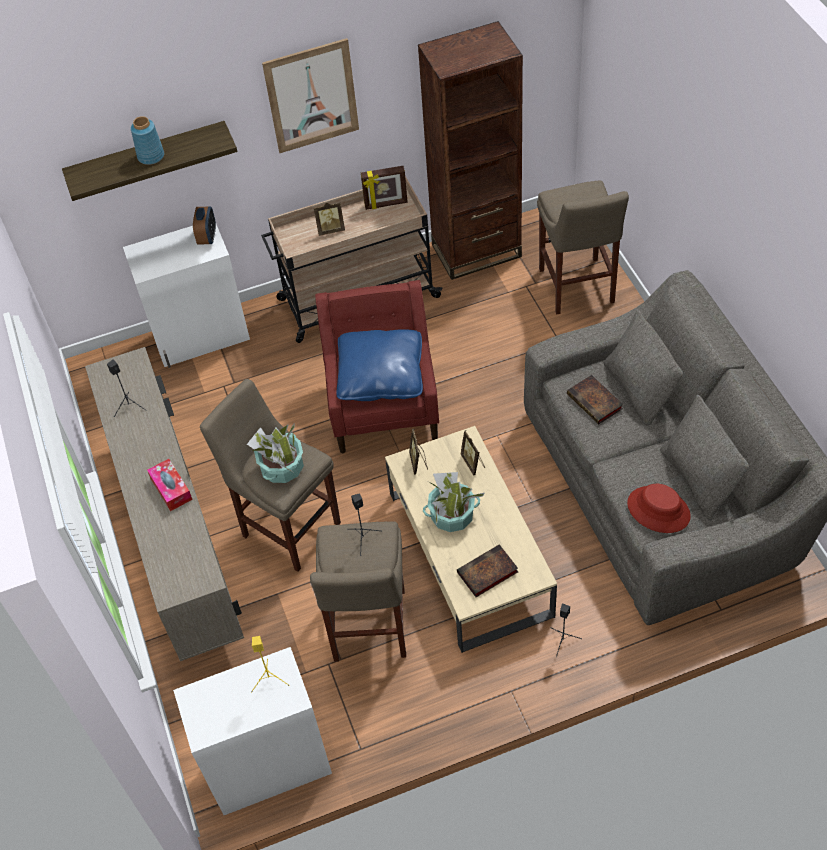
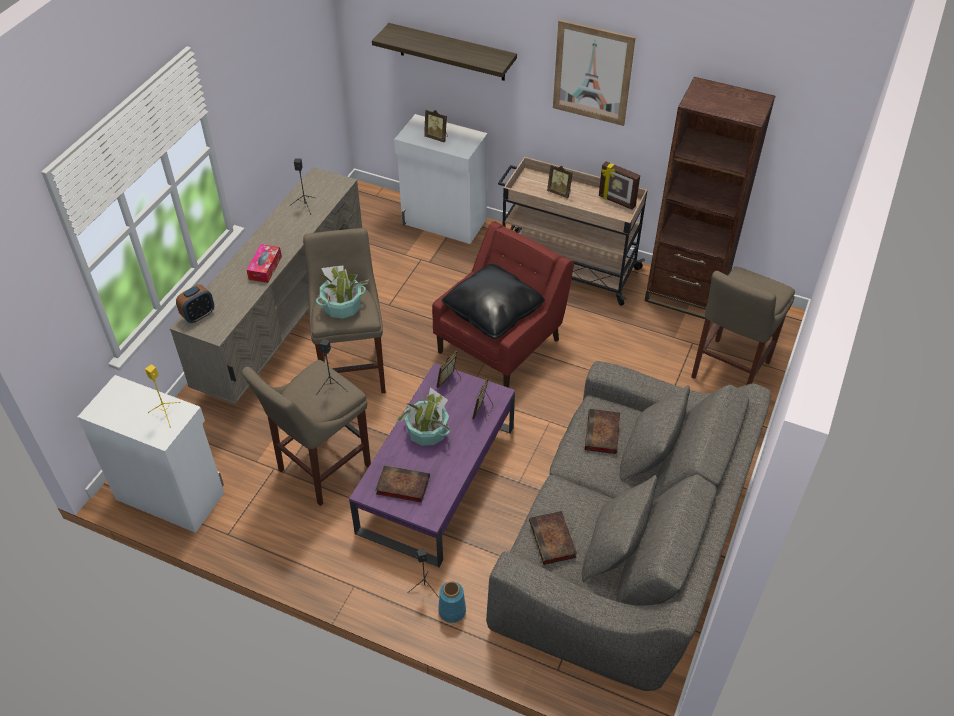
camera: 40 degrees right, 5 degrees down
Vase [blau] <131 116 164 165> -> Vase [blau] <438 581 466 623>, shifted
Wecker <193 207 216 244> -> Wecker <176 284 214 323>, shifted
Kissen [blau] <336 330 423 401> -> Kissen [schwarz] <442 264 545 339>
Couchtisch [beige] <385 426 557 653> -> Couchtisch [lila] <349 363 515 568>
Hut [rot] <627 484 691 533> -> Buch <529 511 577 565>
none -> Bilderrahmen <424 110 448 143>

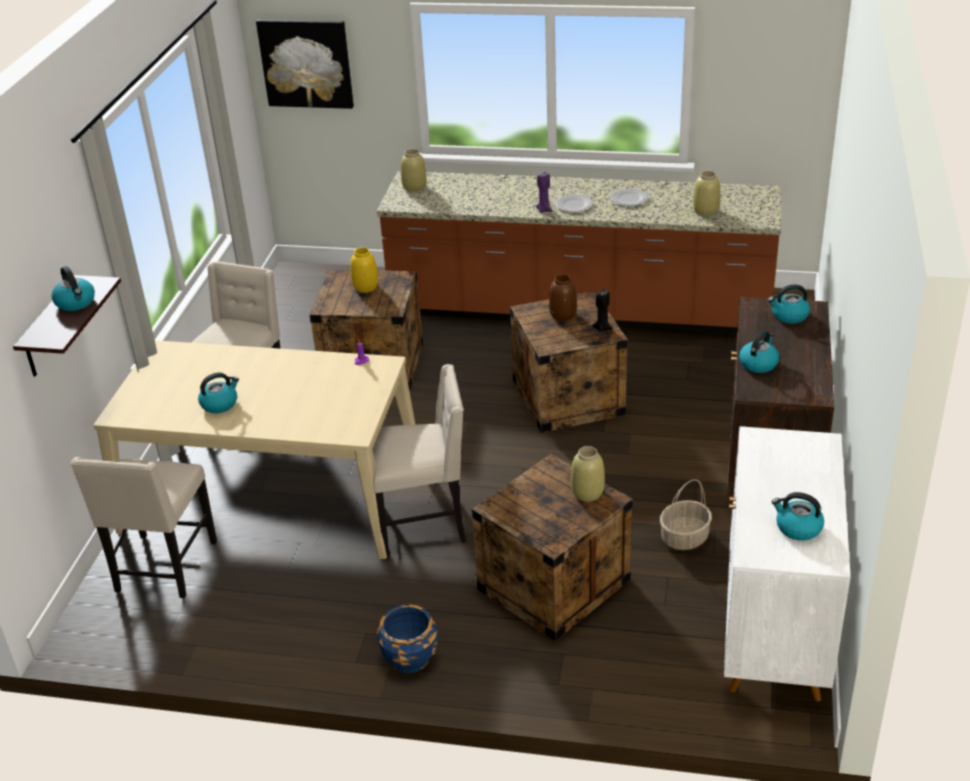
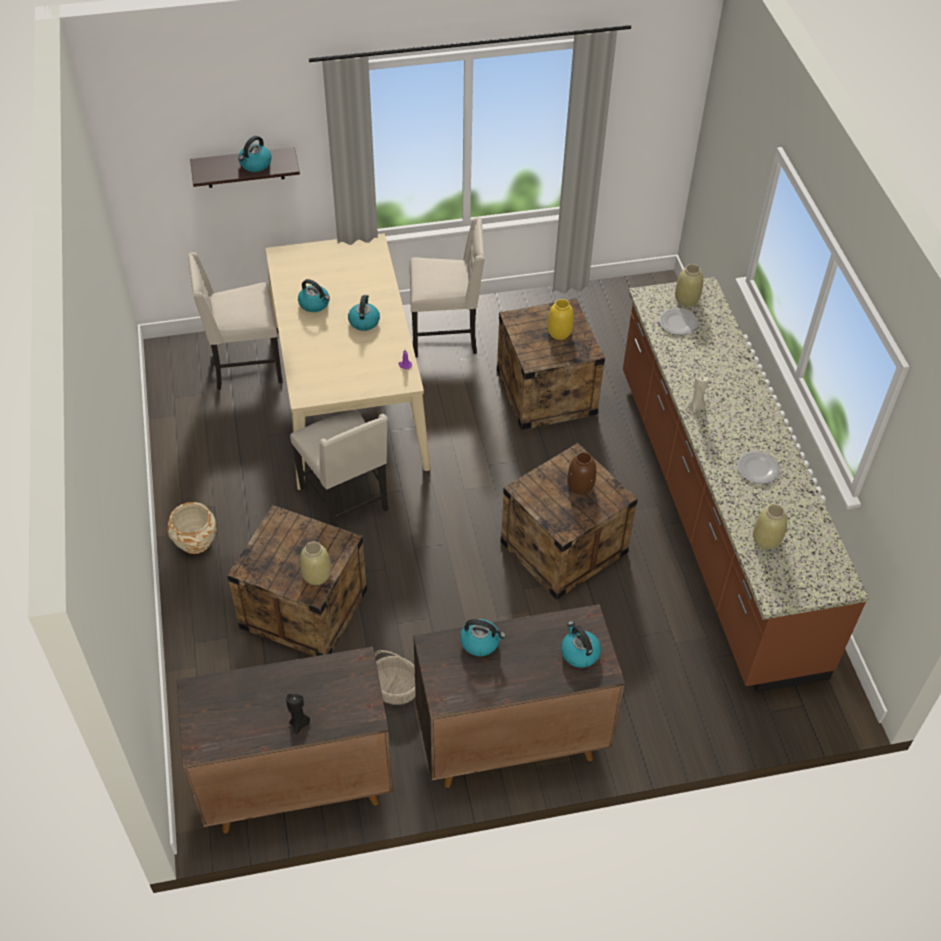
camera: 65 degrees right, 15 degrees up
Bild <256 19 354 109> -> none
Kerze [lila] <535 172 552 213> -> Kerze [beige] <688 374 709 413>
Teller <555 194 594 213> -> Teller <659 308 698 335>, shifted
Kerze [schwarz] <592 289 613 332> -> Kerze [schwarz] <286 694 310 735>, shifted
Schrank [weiß] <724 426 851 701> -> Schrank [braun] <177 647 393 833>
Wasserkessel <772 492 824 541> -> Wasserkessel <348 295 380 331>, shifted
Pflanzkübel [blau] <377 604 438 673> -> Pflanzkübel [beige] <167 502 217 554>

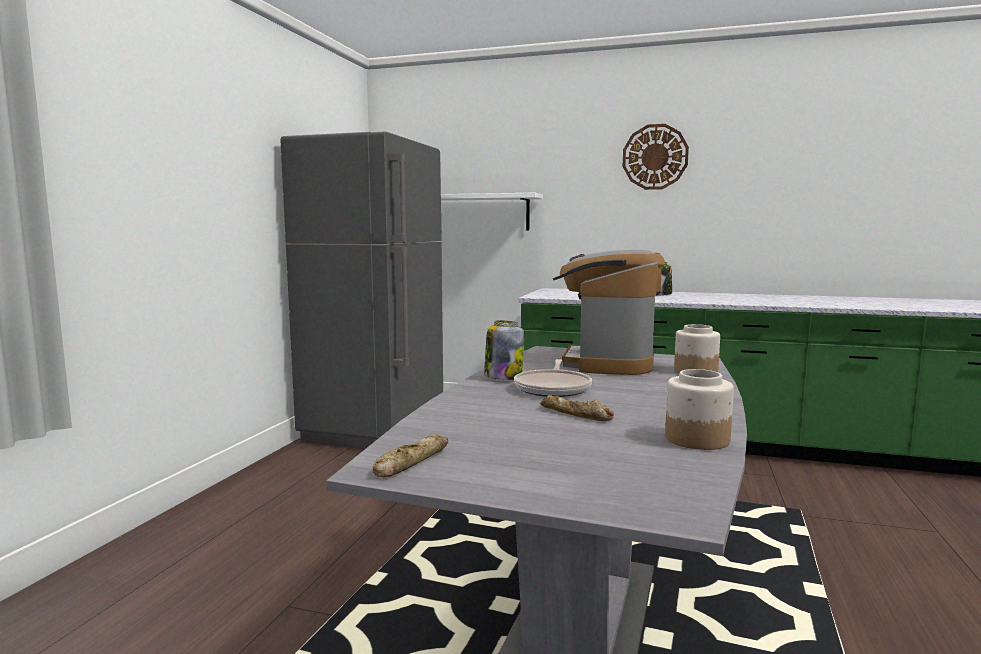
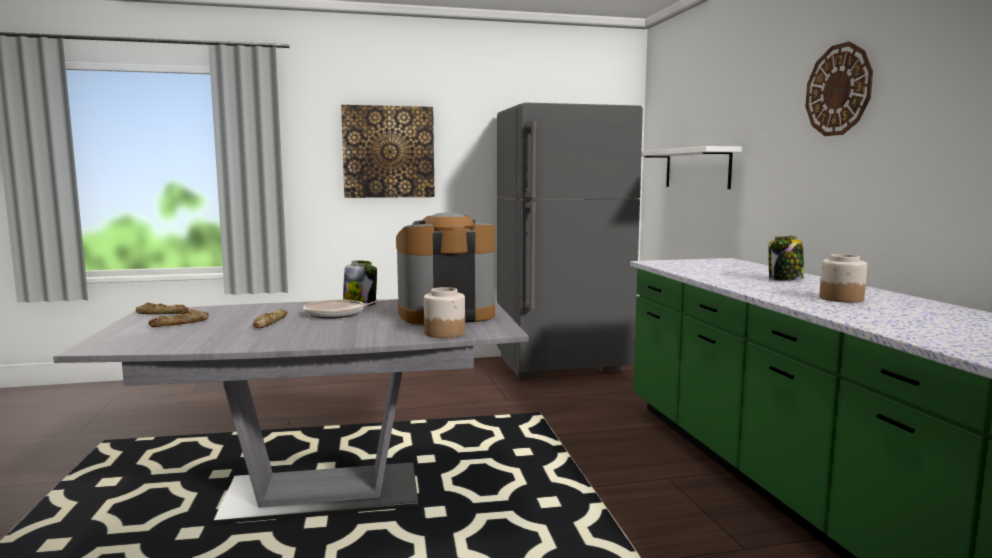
camera: 60 degrees right, 0 degrees up
Vorratsglas <665 369 734 450> -> Vorratsglas <819 254 867 303>, shifted
none -> Bild <341 105 435 198>
none -> Brot <149 309 209 327>

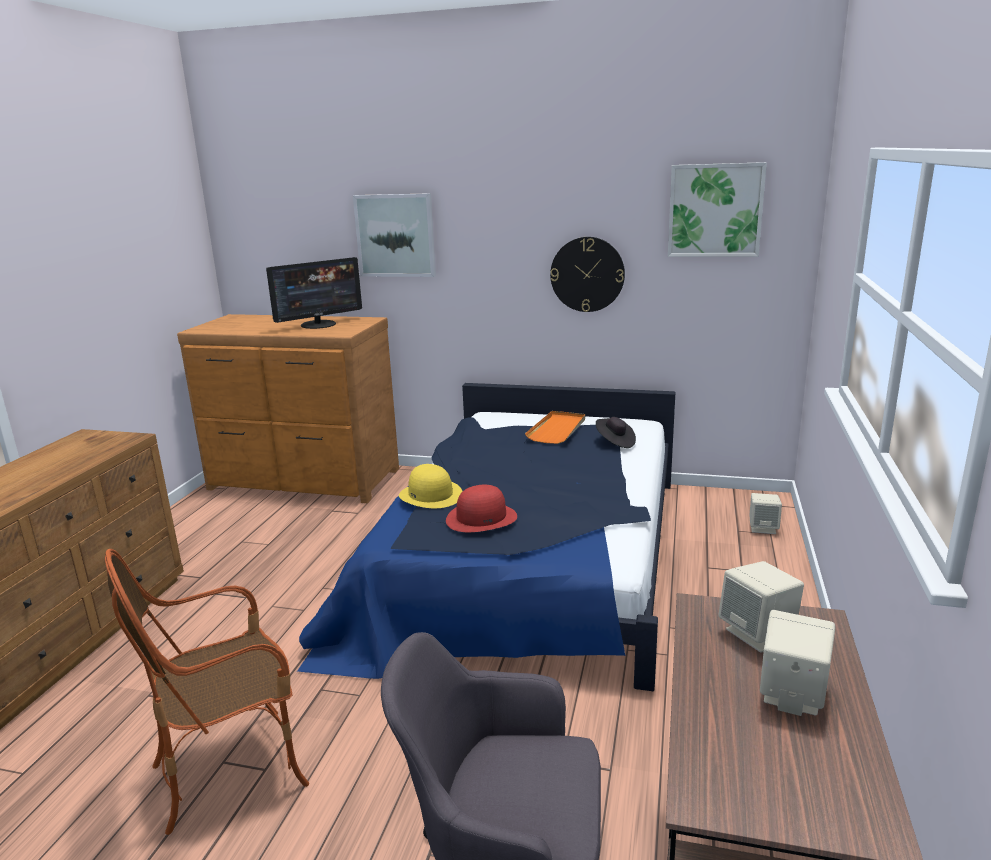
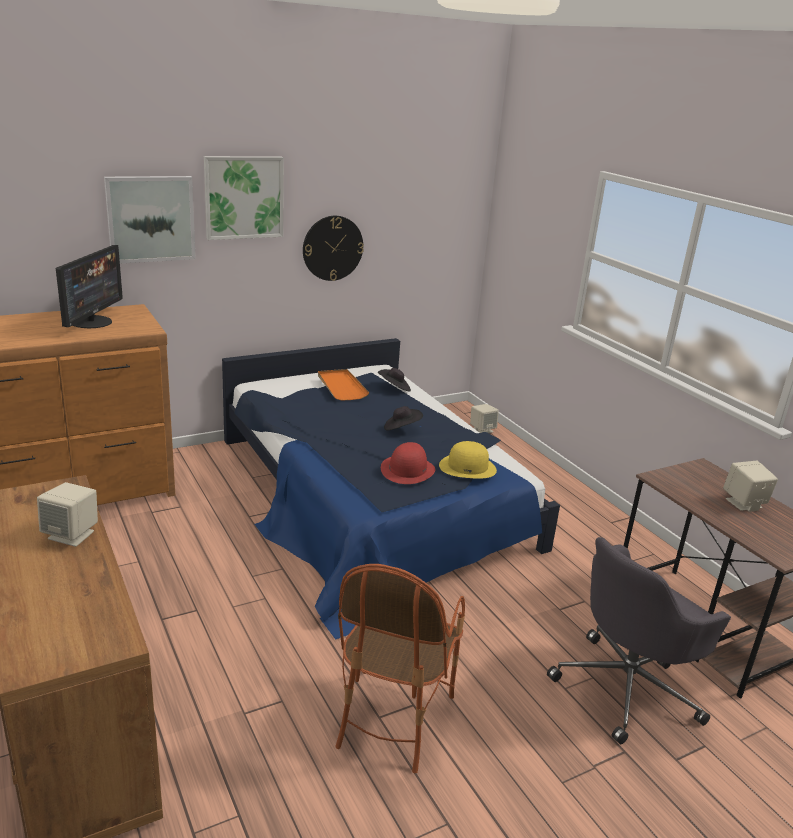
camera: 45 degrees left, 5 degrees up
Bild <668 162 767 257> -> Bild <204 156 284 240>, shifted
Hut [gelb] <399 464 463 508> -> Hut [gelb] <439 441 497 479>, shifted
Lautsprecher [beige] <718 561 804 653> -> Lautsprecher [beige] <37 482 98 547>, shifted
none -> Hut [schwarz] <384 406 423 431>

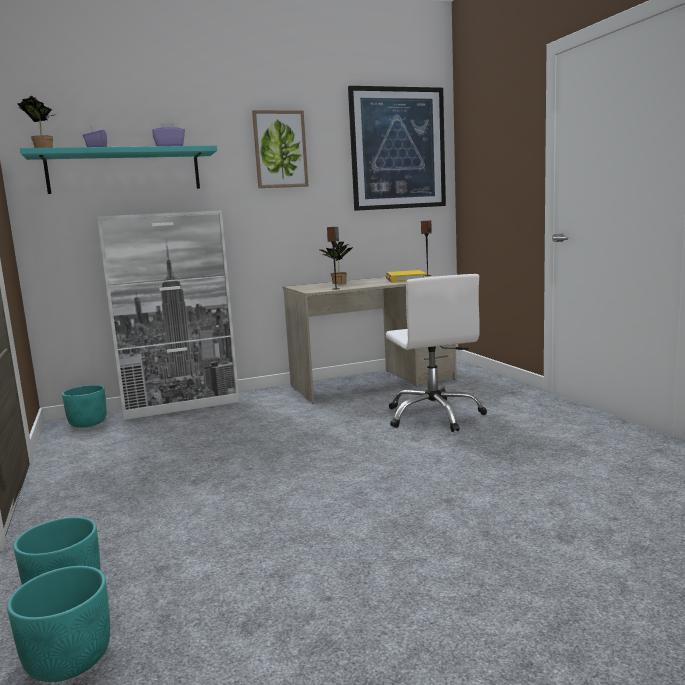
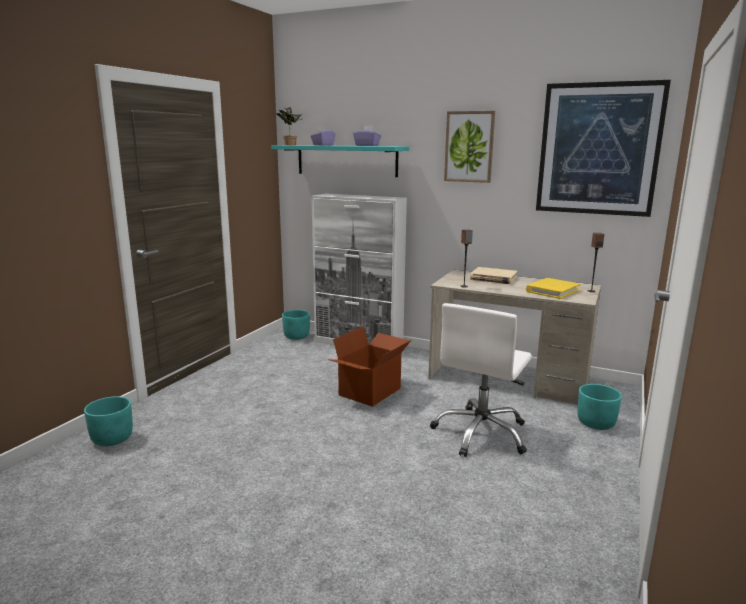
camera: 45 degrees right, 5 degrees up
Topfpflanze <318 242 353 284> -> Buch [beige] <470 267 518 284>
Pflanzkübel [türkis] <7 566 110 682> -> Pflanzkübel [türkis] <578 384 622 430>, shifted
none -> Karton <327 326 411 407>

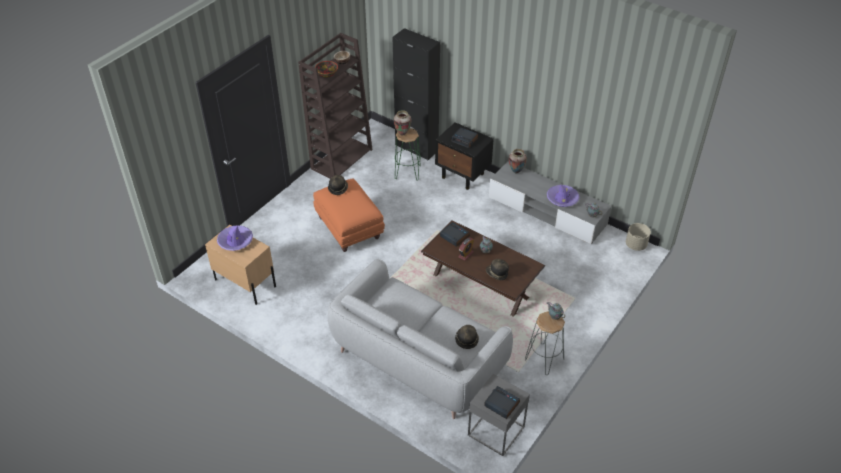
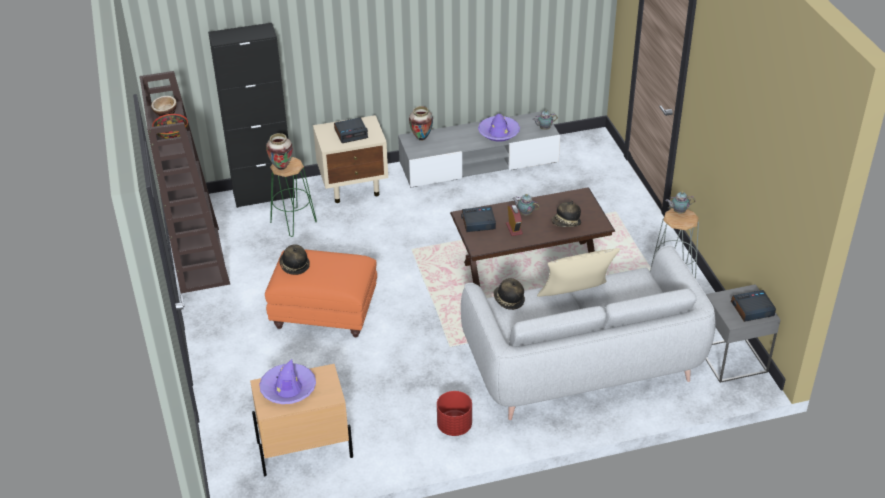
camera: 50 degrees left, 5 degrees down
Nachttisch [schwarz] <435 122 494 190> -> Nachttisch [beige] <313 115 388 203>
Pflanzkübel [beige] <626 223 651 251> -> none
Hut <455 325 479 349> -> Hut <494 278 525 310>, shifted
none -> Kissen [beige] <537 248 620 297>
none -> Pflanzkübel [rot] <437 391 472 436>

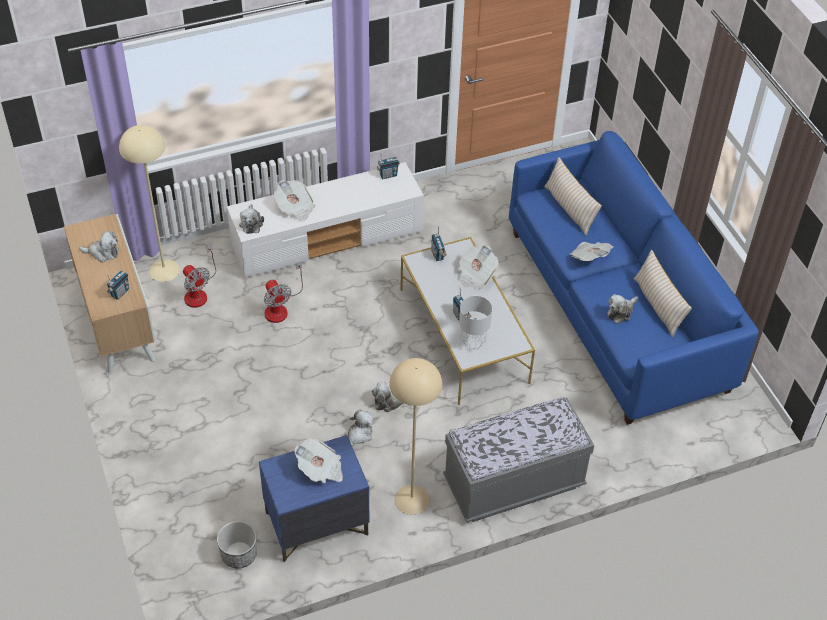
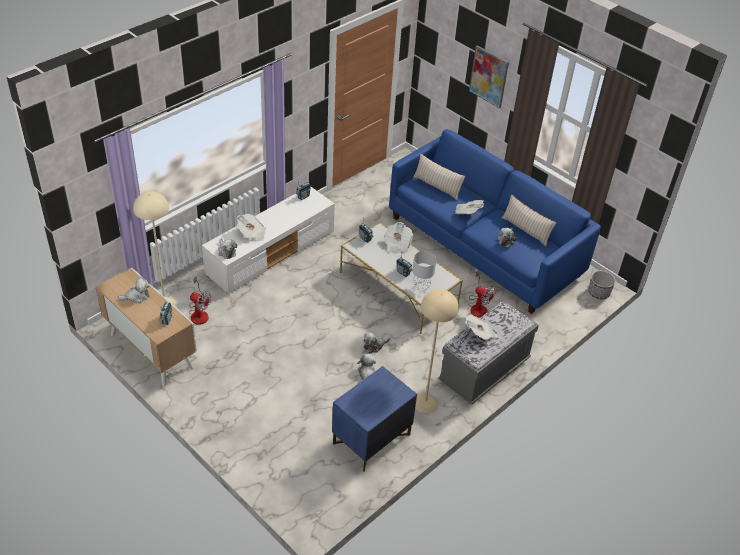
camera: 25 degrees left, 5 degrees down
Ventilator <264 261 303 323> -> Ventilator <468 271 496 318>, shifted
Zeitung <295 438 343 483> -> Zeitung <465 315 498 340>, shifted
Pflanzkübel <217 521 257 569> -> Pflanzkübel <588 270 616 299>, shifted
none -> Bild <469 45 509 108>

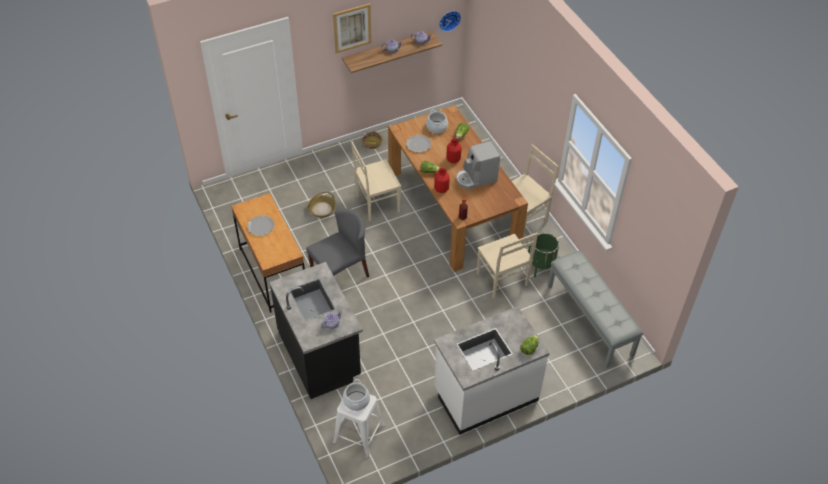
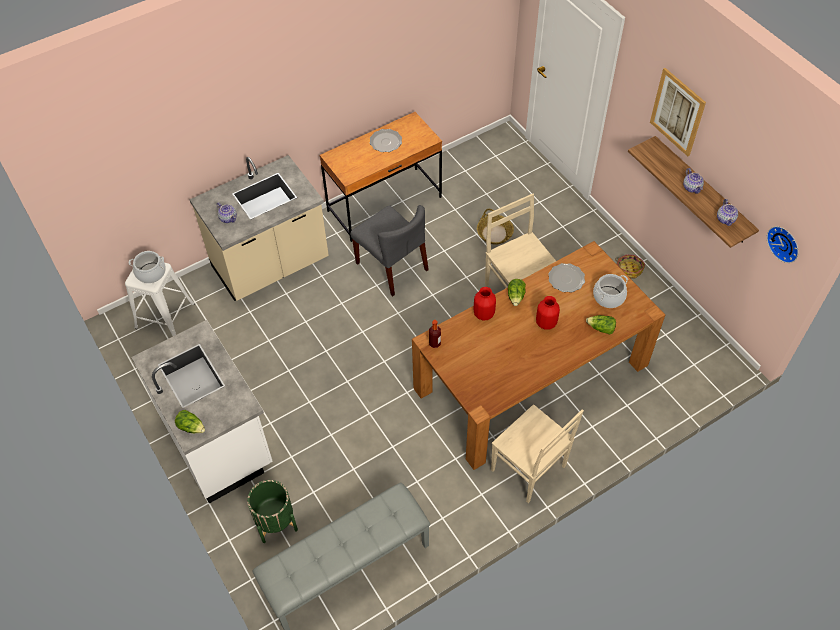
camera: 85 degrees right, 5 degrees up
Kaffeemaschine <456 141 500 189> -> none
Stuhl [beige] <477 233 538 299> -> none
Pflanzkübel [grün] <528 233 560 277> -> Pflanzkübel [grün] <247 480 298 543>, shifted
Küchenzeile [schwarz] <269 262 363 399> -> Küchenzeile [beige] <189 155 329 301>

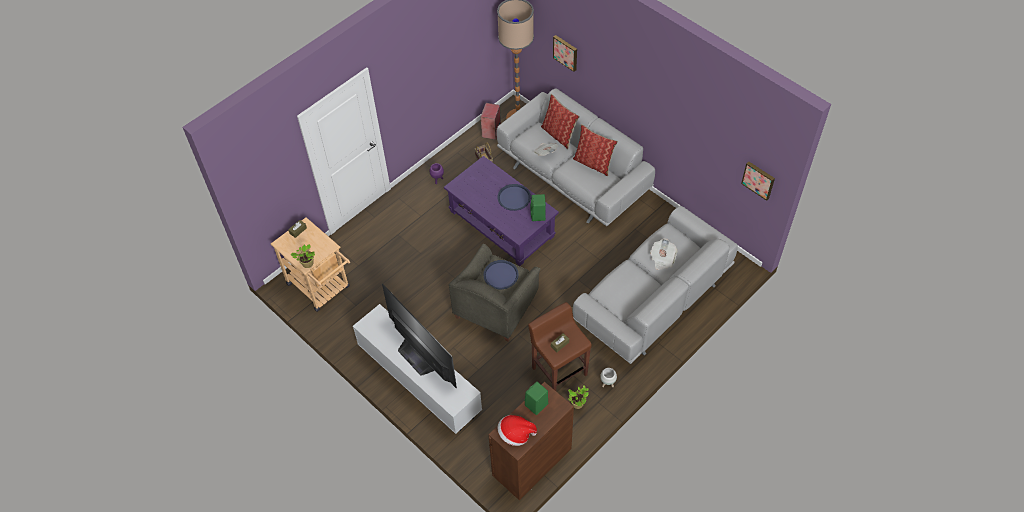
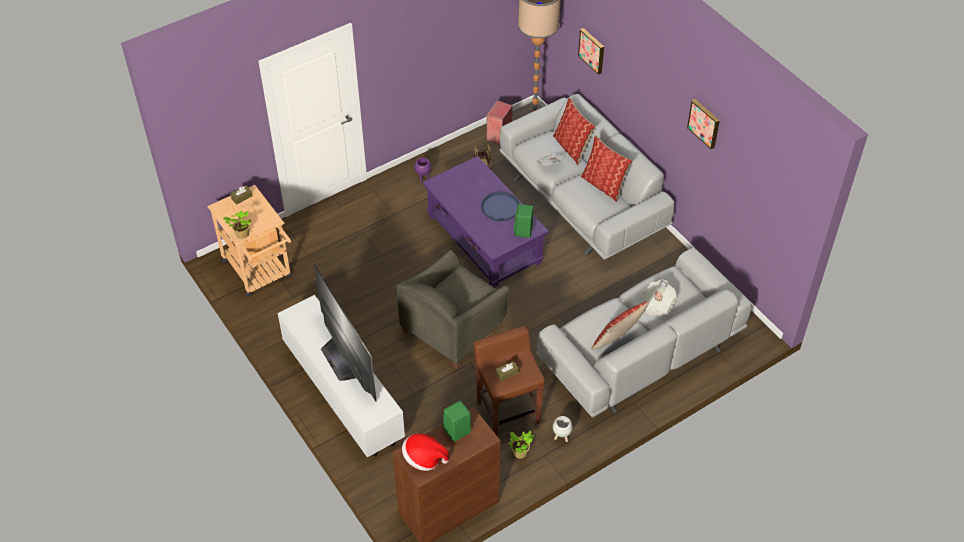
camera: 10 degrees right, 5 degrees down
Bild <741 161 775 201> -> Bild <687 99 720 149>, shifted
Tablett [blau] <483 260 519 289> -> none
none -> Kissen <591 301 649 350>

